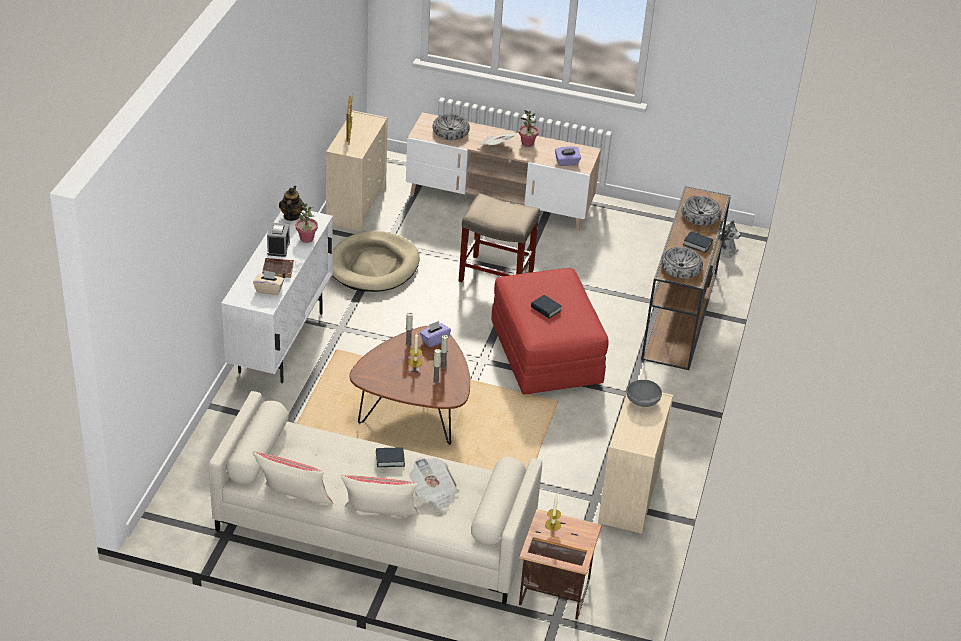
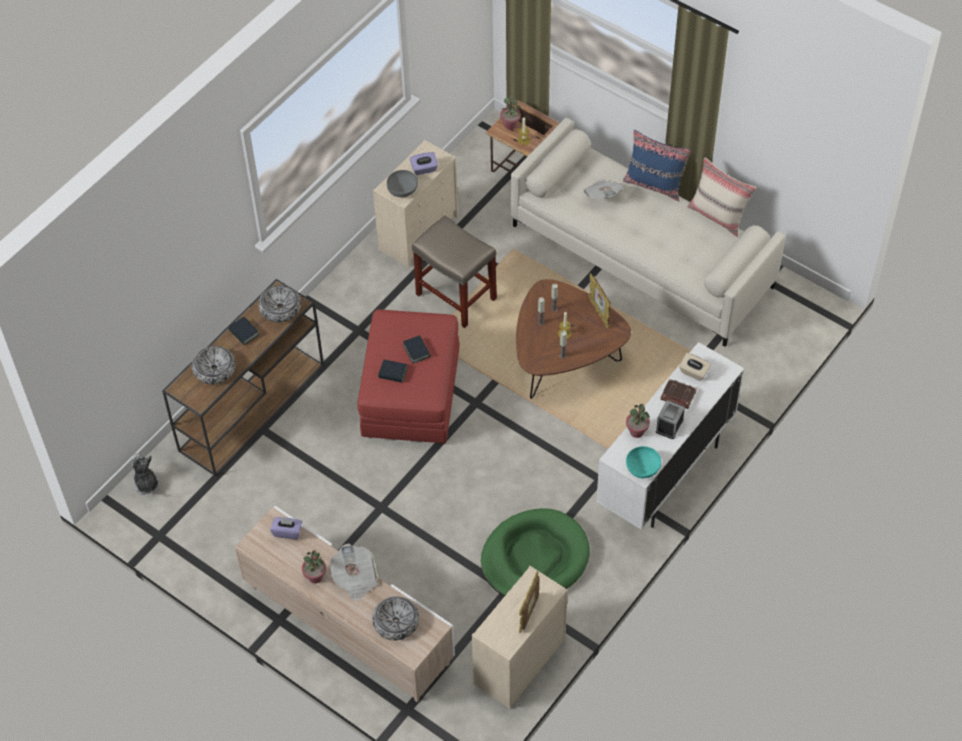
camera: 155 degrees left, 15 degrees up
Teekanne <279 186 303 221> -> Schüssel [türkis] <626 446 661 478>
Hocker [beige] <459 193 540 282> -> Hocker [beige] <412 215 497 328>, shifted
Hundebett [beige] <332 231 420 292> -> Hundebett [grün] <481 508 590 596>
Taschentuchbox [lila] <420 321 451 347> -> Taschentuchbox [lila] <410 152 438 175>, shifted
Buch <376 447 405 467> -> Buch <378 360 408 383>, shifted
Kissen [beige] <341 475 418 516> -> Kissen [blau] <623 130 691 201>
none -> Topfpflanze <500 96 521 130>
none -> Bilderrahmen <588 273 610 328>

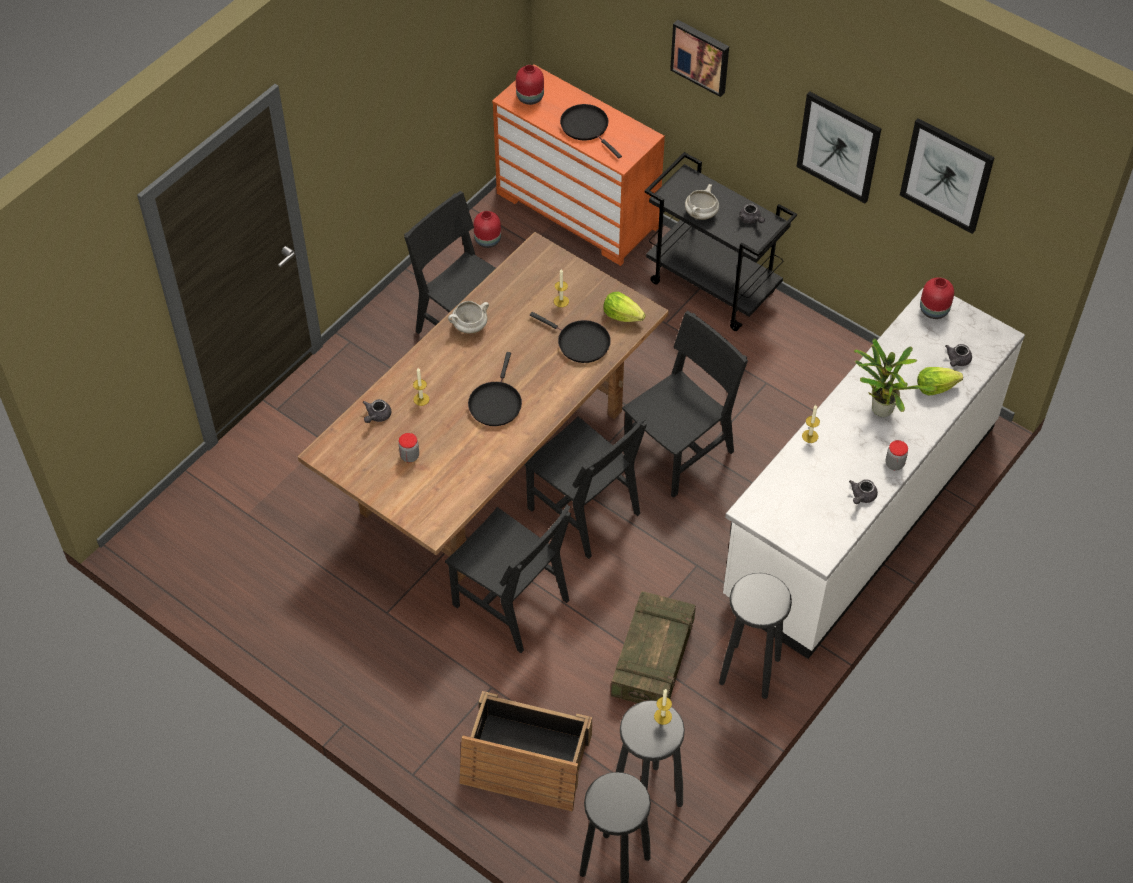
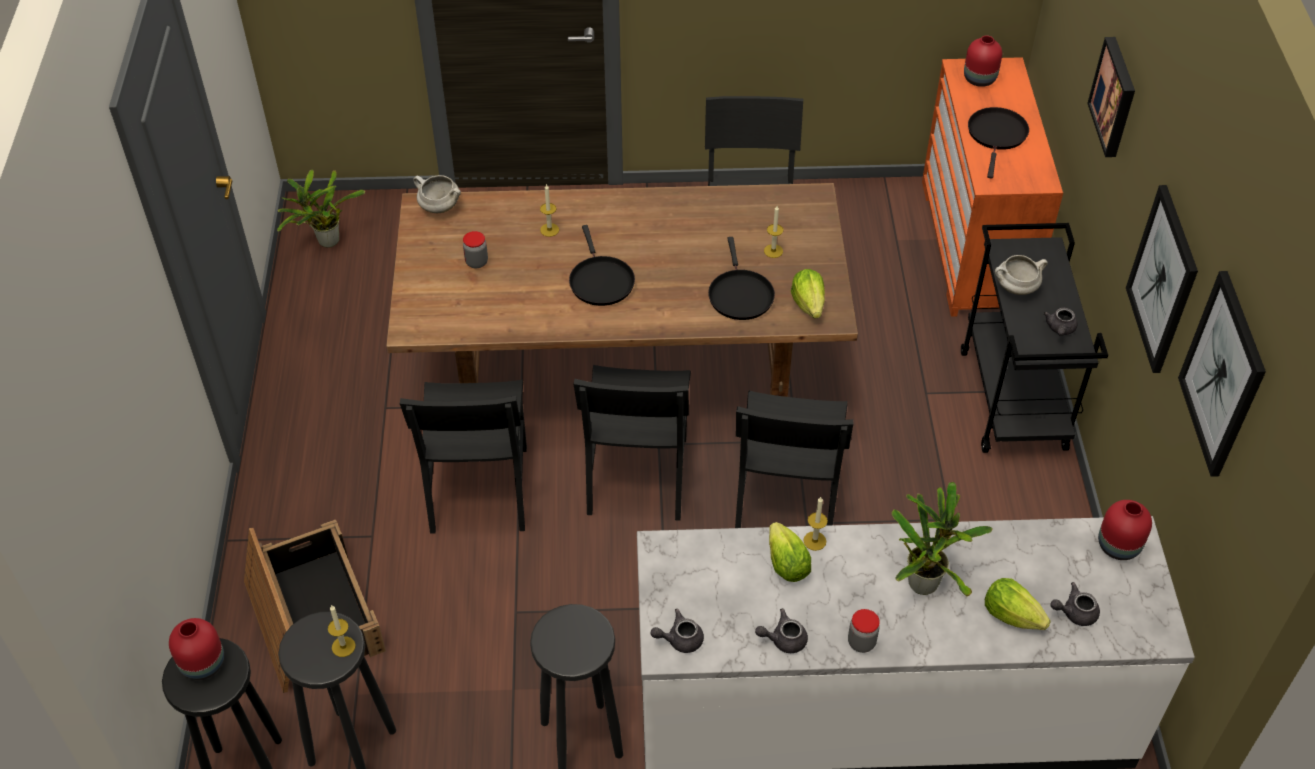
camera: 50 degrees right, 5 degrees down
Vase [rot] <473 211 501 248> -> Vase [rot] <169 618 224 680>, shifted
Kochtopf [weiß] <448 301 489 334> -> Kochtopf [weiß] <413 175 461 213>, shifted
Stuhl [schwarz] <622 311 748 498> -> Stuhl [schwarz] <735 391 853 528>, 90 degrees clockwise
Pfanne [schwarz] <468 352 522 426> -> Pfanne [schwarz] <569 225 635 306>, 75 degrees counterclockwise
Teekanne [grau] <363 399 391 423> -> Teekanne [grau] <651 609 704 653>, shifted
Kiste <611 591 696 703> -> none
none -> Topfpflanze <277 170 365 248>
none -> Salatkopf <769 522 811 582>

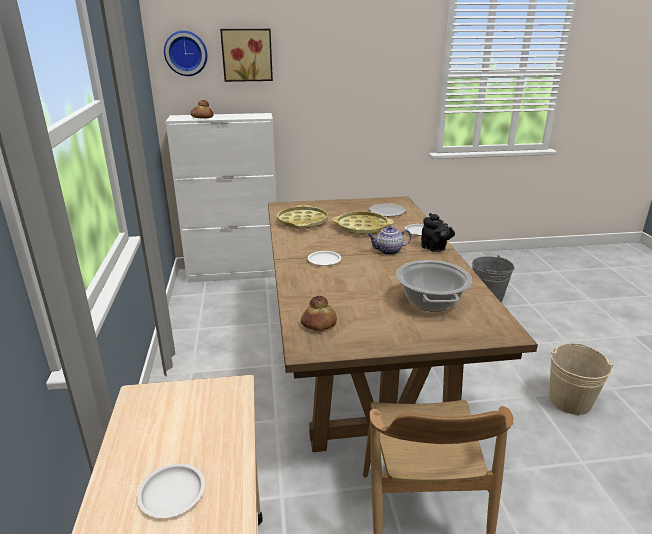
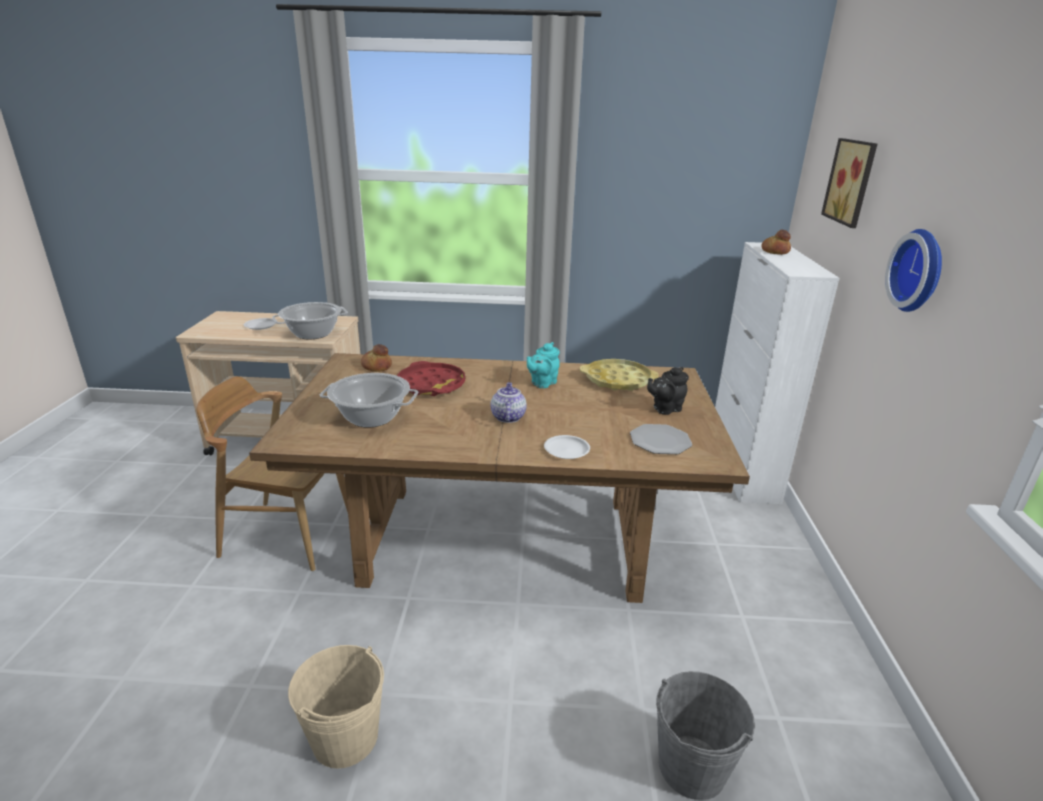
camera: 100 degrees right, 0 degrees up
Wanduhr <164 31 207 76> -> Wanduhr <885 229 942 312>, shifted
Tablett [gelb] <332 211 394 235> -> none
Teekanne [schwarz] <421 213 455 252> -> Teekanne [schwarz] <647 367 689 415>, shifted
Teller [weiß] <308 251 341 266> -> none
none -> Kochtopf <272 302 348 339>
none -> Teekanne [türkis] <527 342 560 388>
none -> Tablett [rot] <397 361 465 396>

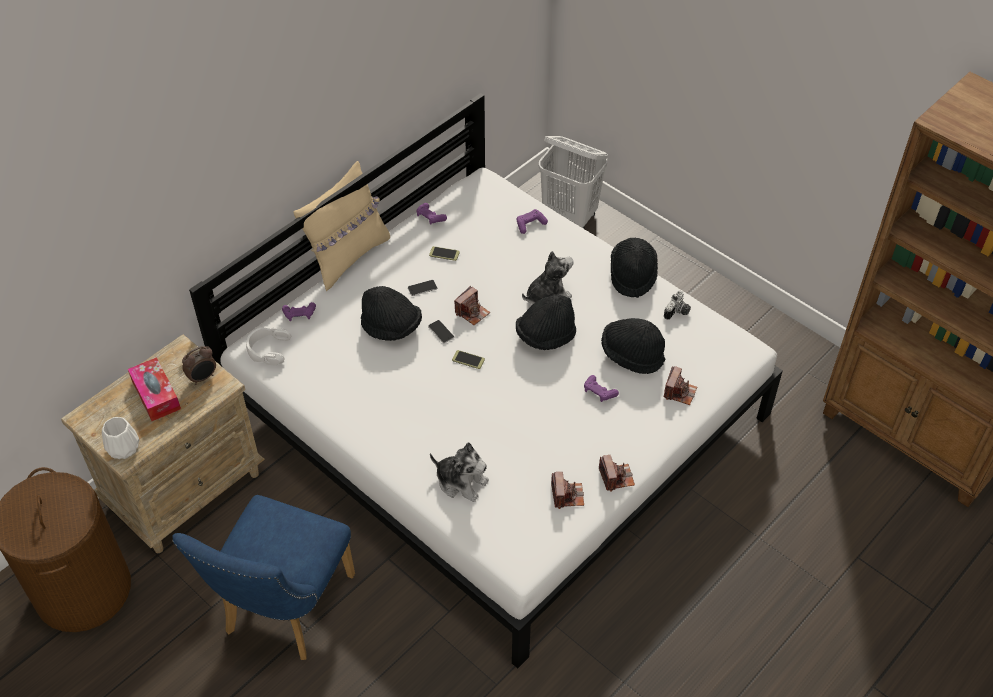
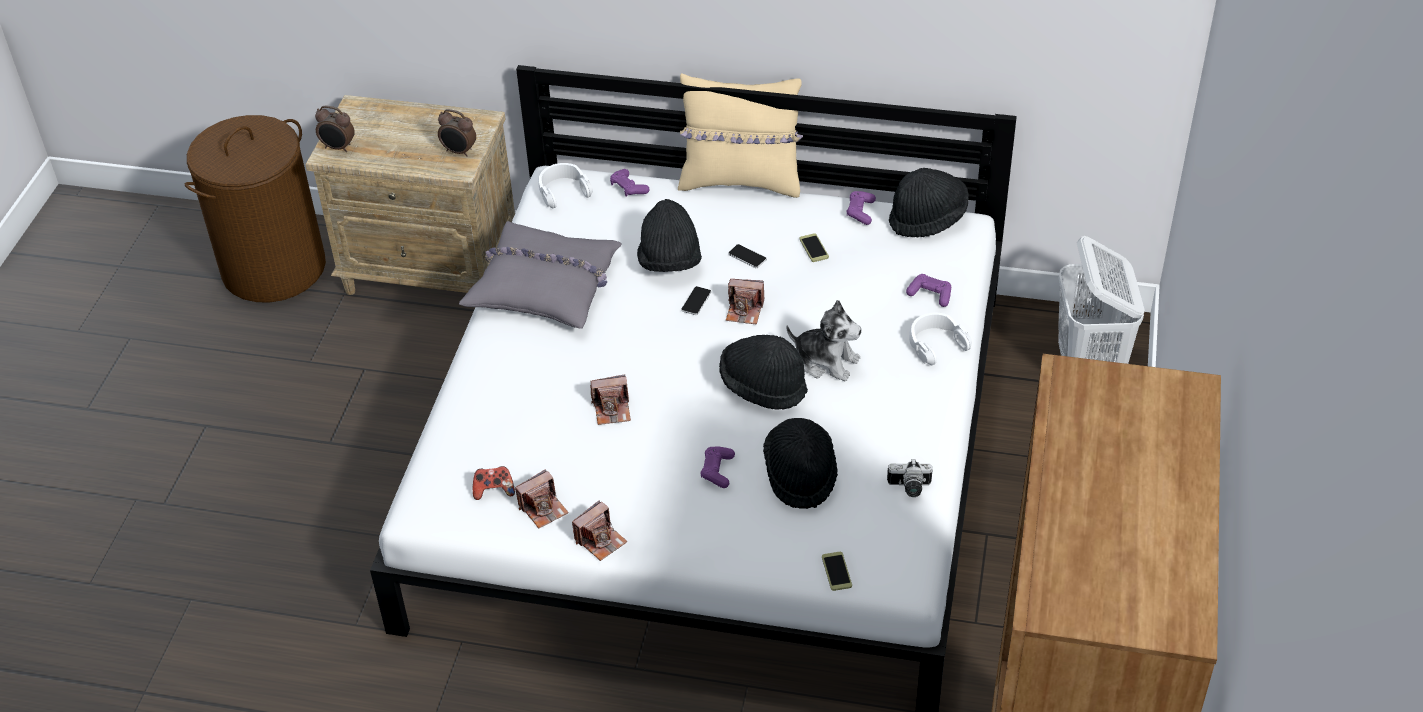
camera: 60 degrees right, 5 degrees down
Hut [schwarz] <611 237 658 298> -> Hut [schwarz] <889 168 969 237>, shifted
Handy <452 350 485 369> -> Handy <822 552 852 591>, shifted
Taschentuchbox <128 357 181 421> -> none
Kamera <664 366 697 405> -> Kamera <590 374 631 425>, shifted
Vase [weiß] <102 417 139 459> -> Wecker <315 106 355 152>
Plüschtier <430 442 489 502> -> none
Stuhl [blau] <172 495 355 660> -> none
none -> Kissen [grau] <459 221 621 329>
none -> Kopfhörer [weiß] <909 313 972 365>
none -> Gamepad <473 466 515 500>

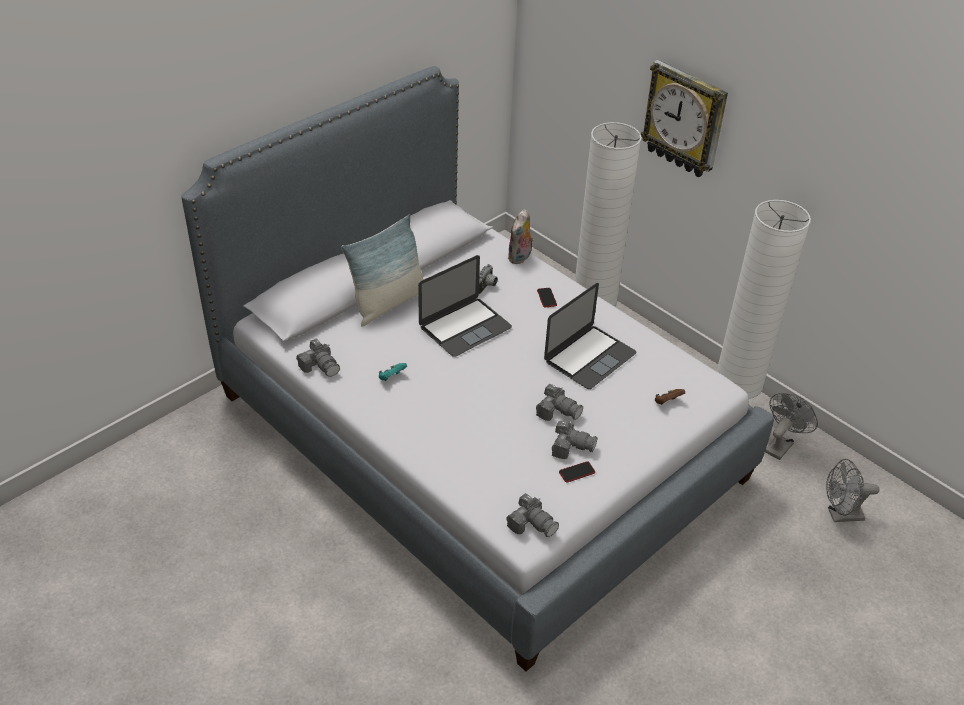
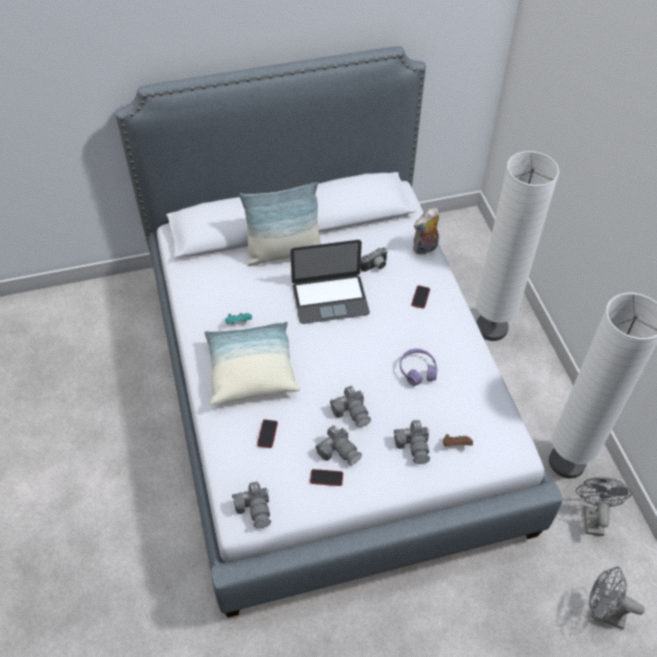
camera: 30 degrees right, 10 degrees up
Wanduhr <641 60 728 177> -> none
Laptop <544 283 637 389> -> Kopfhörer [lila] <400 348 437 386>
Kamera <296 339 340 377> -> Kamera <394 420 430 464>, shifted
Ventilator [grau] <765 393 818 460> -> Ventilator [grau] <576 477 632 536>, 60 degrees counterclockwise
none -> Kissen <204 322 300 405>
none -> Handy <257 419 278 448>

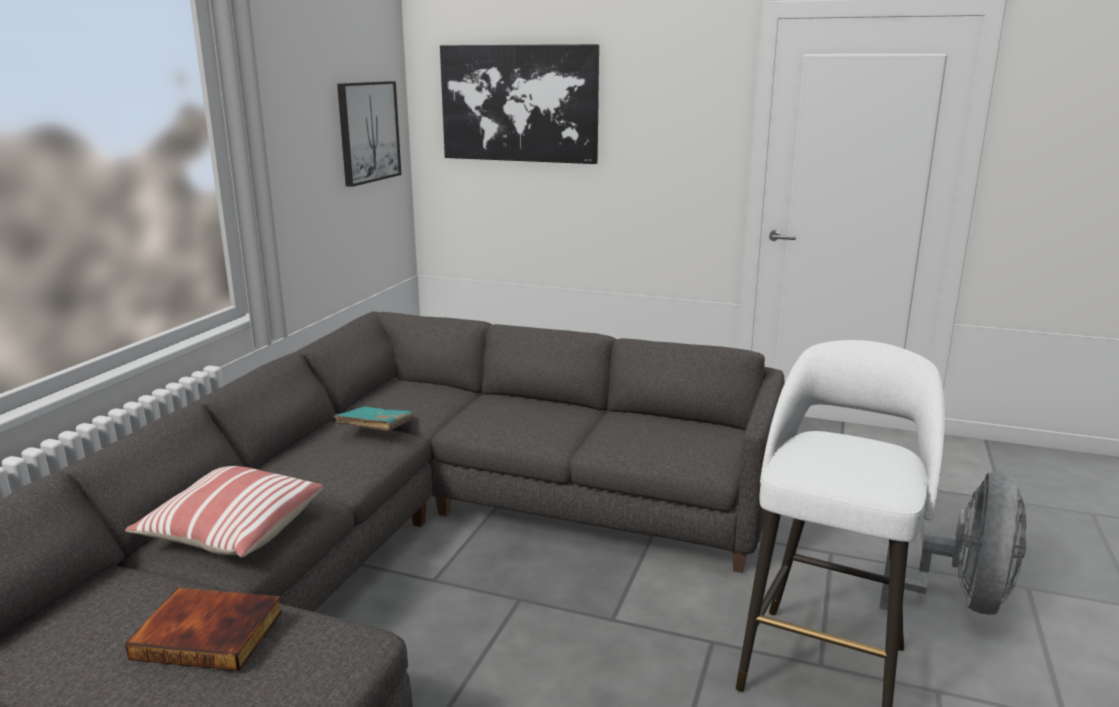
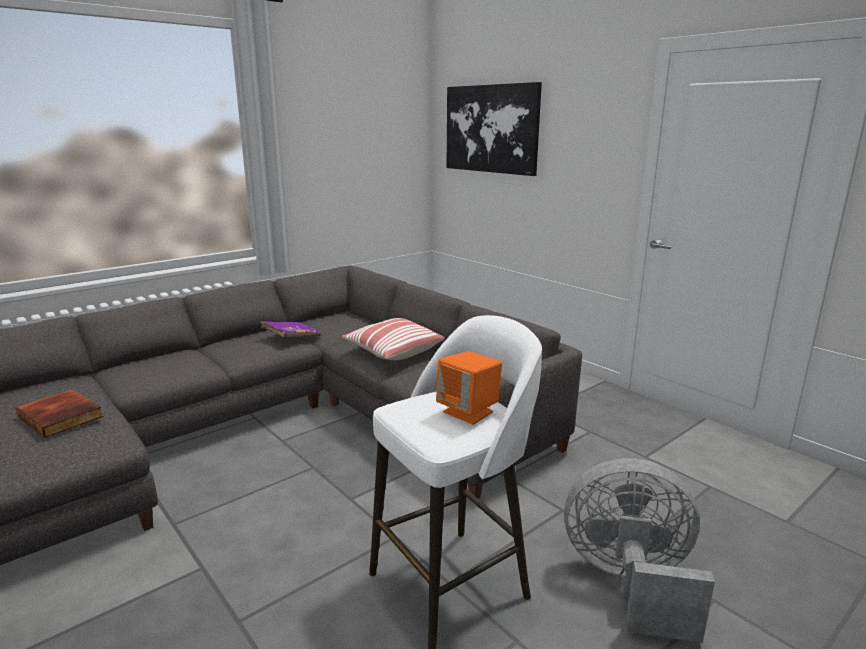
camera: 30 degrees right, 0 degrees up
Bild <337 81 401 187> -> none
Buch [türkis] <334 406 414 431> -> Buch [lila] <260 321 321 337>
Kissen <125 466 323 557> -> Kissen <342 318 445 360>, shifted
Ventilator [grau] <879 472 1026 614> -> Ventilator [grau] <564 458 715 643>, 135 degrees counterclockwise
none -> Lautsprecher [orange] <436 351 502 424>

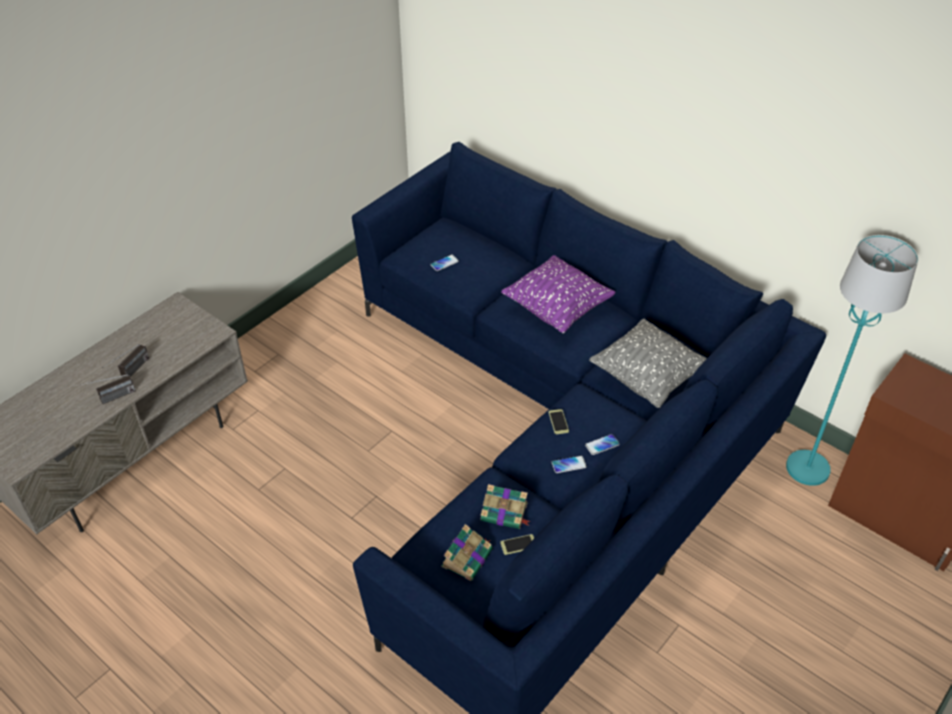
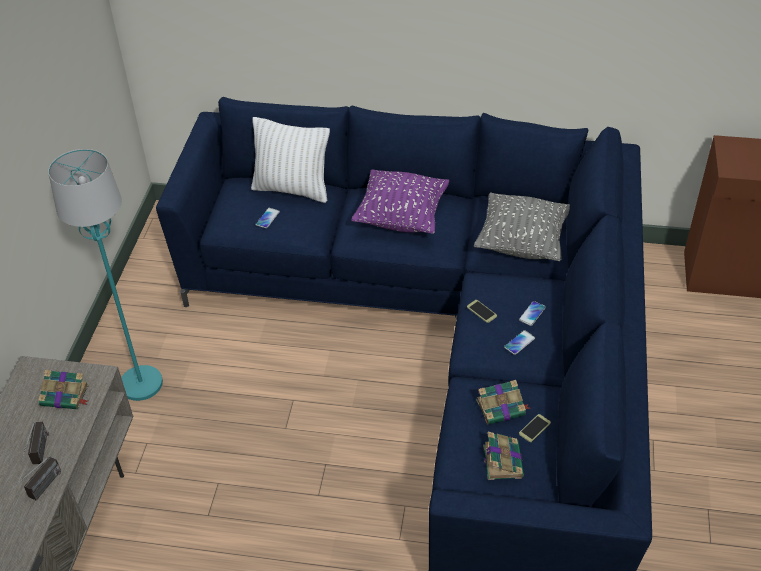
camera: 30 degrees left, 0 degrees up
Stehlampe [türkis] <786 235 918 486> -> Stehlampe [türkis] <48 149 163 401>, shifted
none -> Kissen [weiß] <251 117 330 203>
none -> Buch <38 370 89 409>

